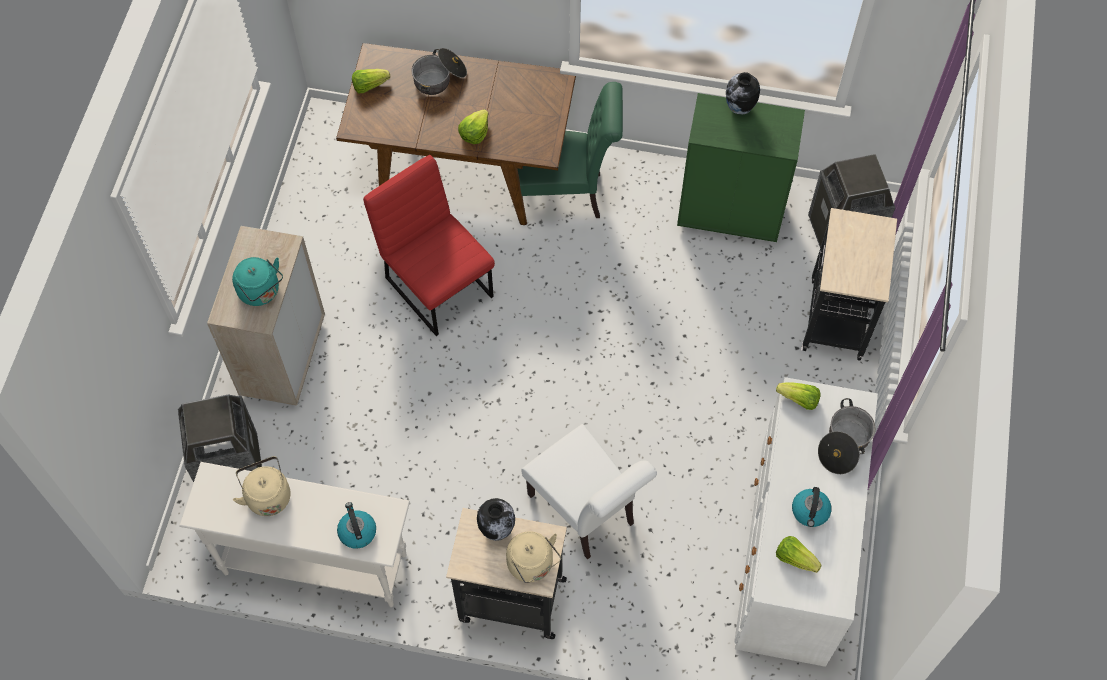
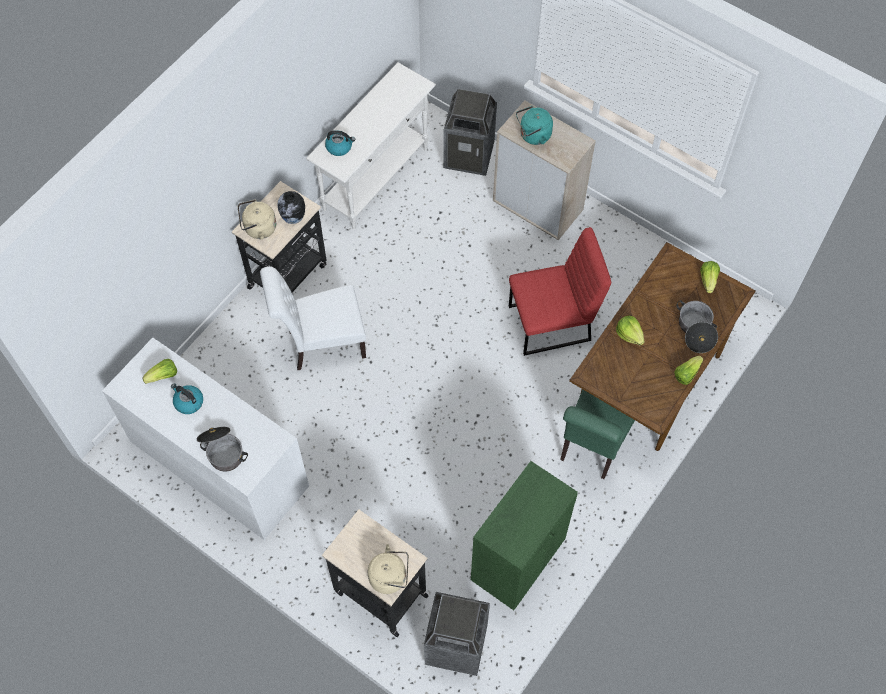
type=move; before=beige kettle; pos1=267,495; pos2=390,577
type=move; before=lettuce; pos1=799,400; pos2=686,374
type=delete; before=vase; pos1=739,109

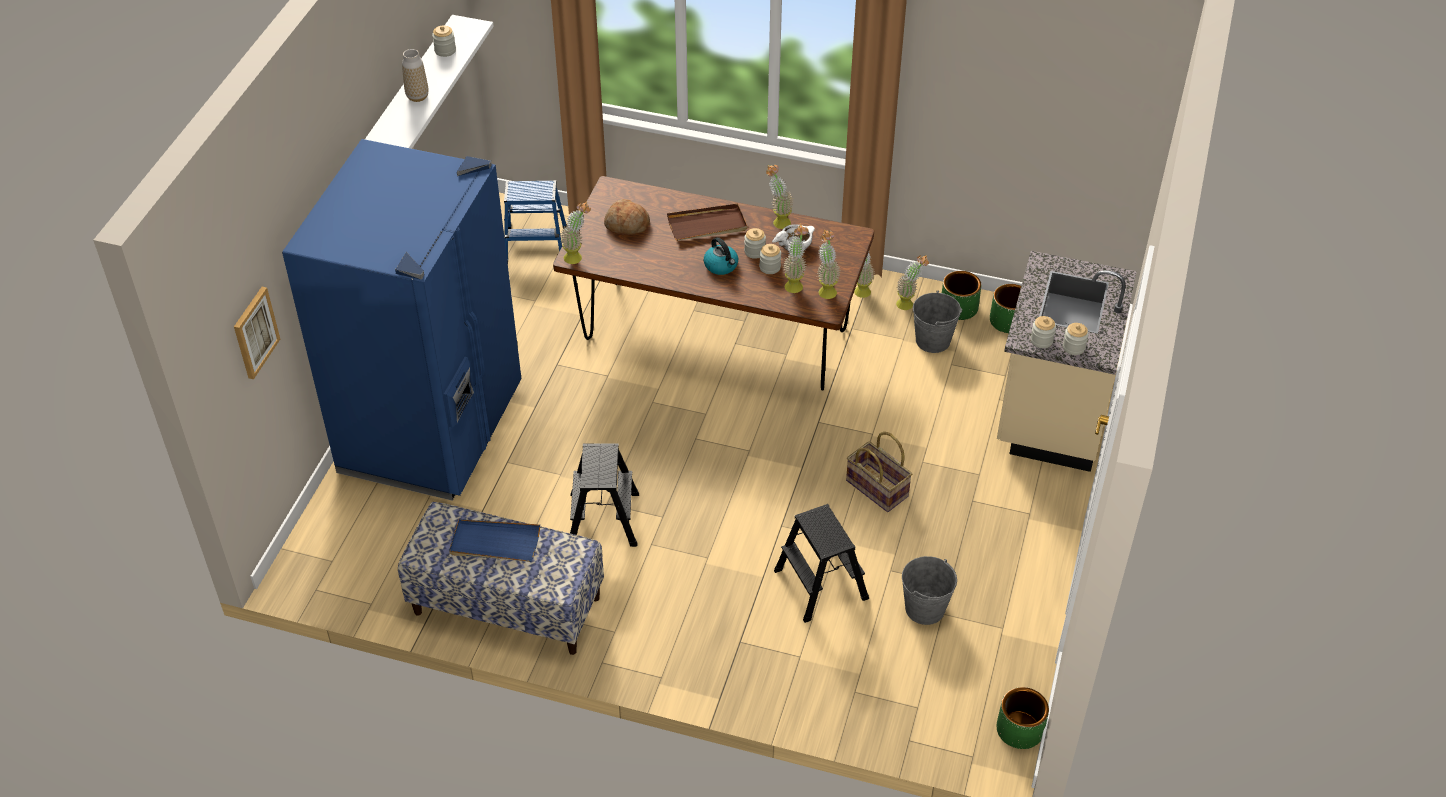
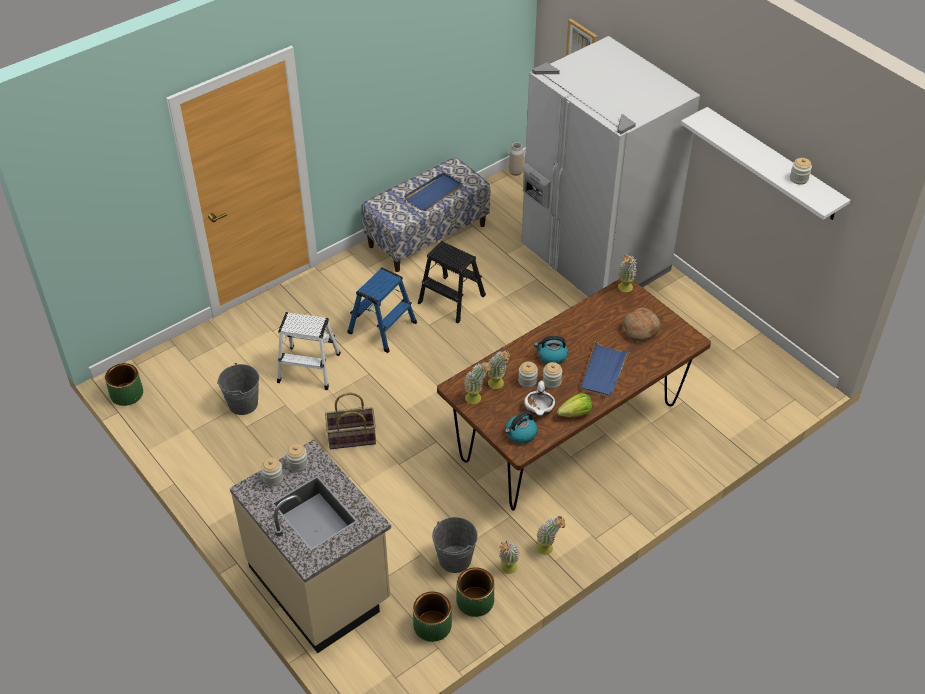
type=recolor; before=black step ladder; after=white step ladder; pos1=821,584; pos2=308,367
type=move; before=blue step ladder; pos1=536,245; pos2=382,327
type=insert; after=kettle; pos2=520,434
type=move; before=vase; pos1=417,97; pos2=515,172
type=recolor; before=blue fridge; after=white fridge; pos1=433,428; pos2=594,259
type=replace; before=potted plant; after=lettuce; pos1=778,221; pos2=575,414
type=recolor; before=brown tray; after=blue tray; pos1=707,225; pos2=603,371

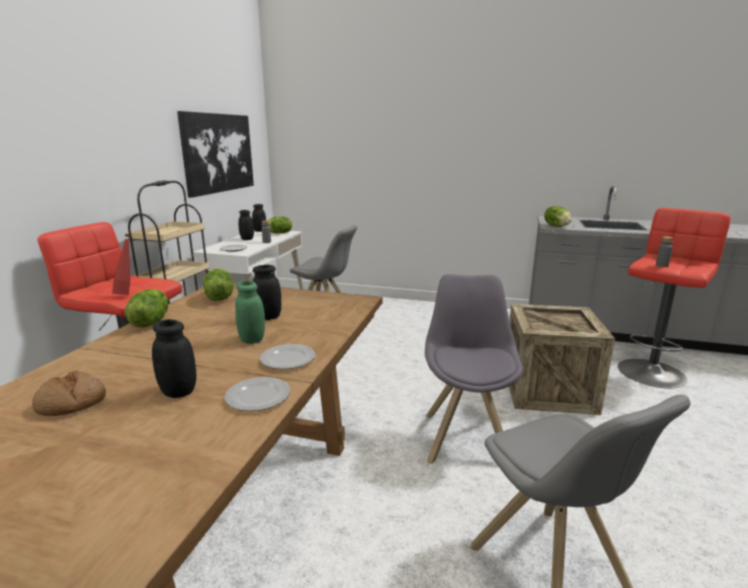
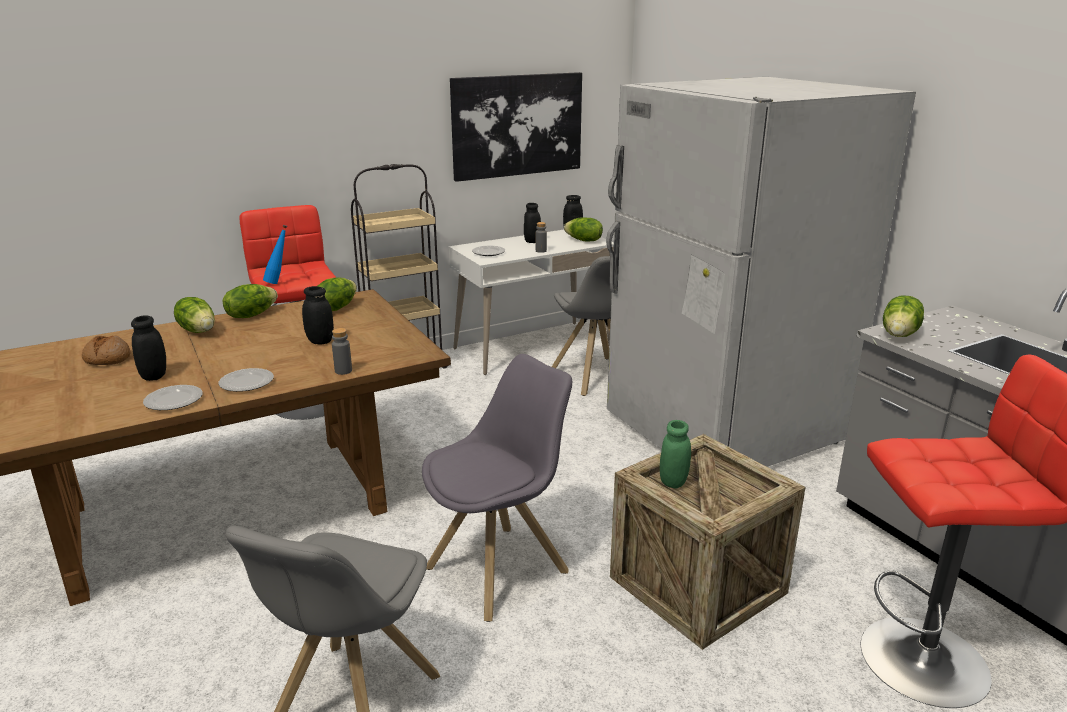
type=insert; after=lettuce; pos2=199,330
type=recolor; before=red bottle; after=blue bottle; pos1=127,294; pos2=279,282
type=move; before=grey bottle; pos1=662,265; pos2=343,371
type=insert; after=white fridge; pos2=724,428
type=move; before=green jar; pos1=252,339; pos2=673,482

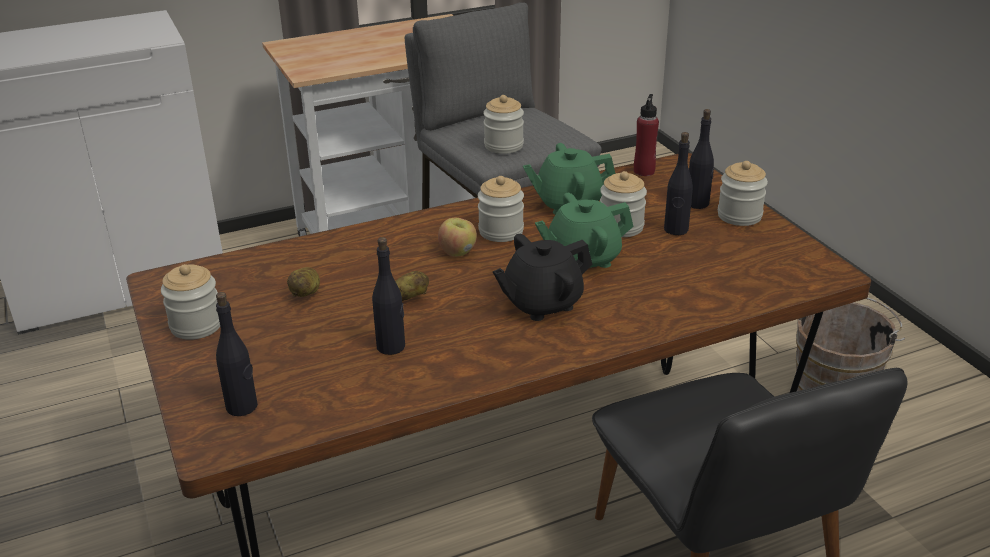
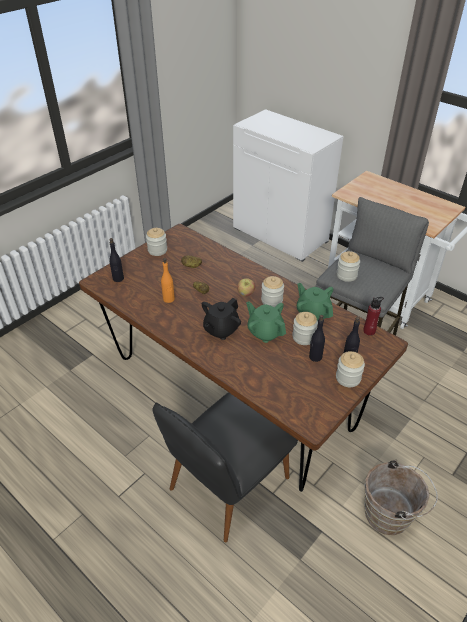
type=recolor; before=black bottle; after=orange bottle; pos1=391,346; pos2=168,299
type=rotate; before=black teapot; pos1=542,303; pos2=221,330; turn=-90

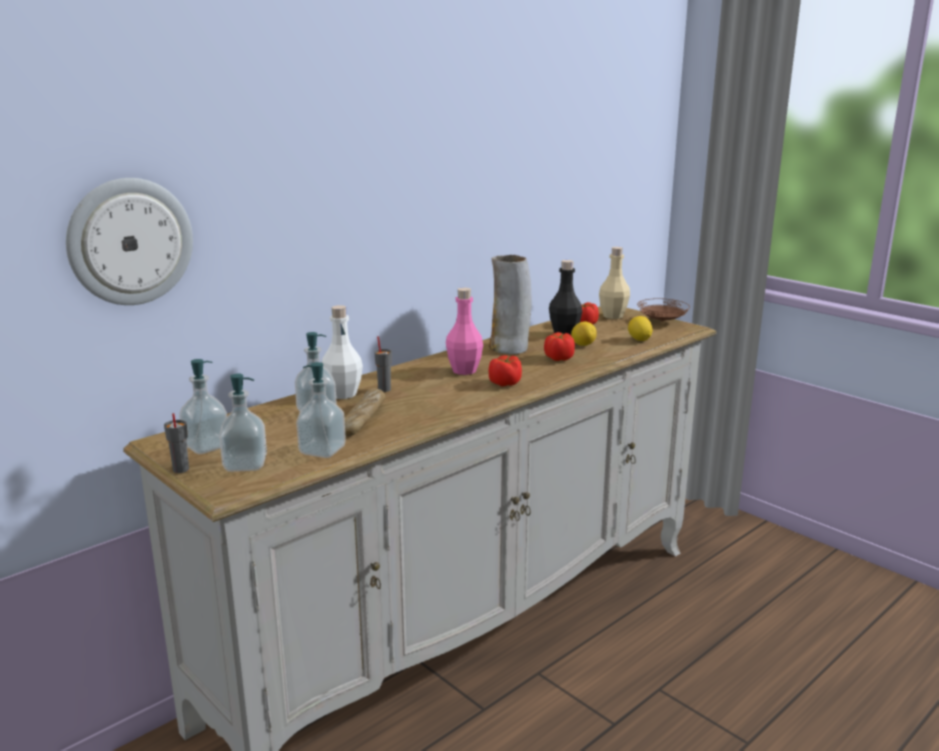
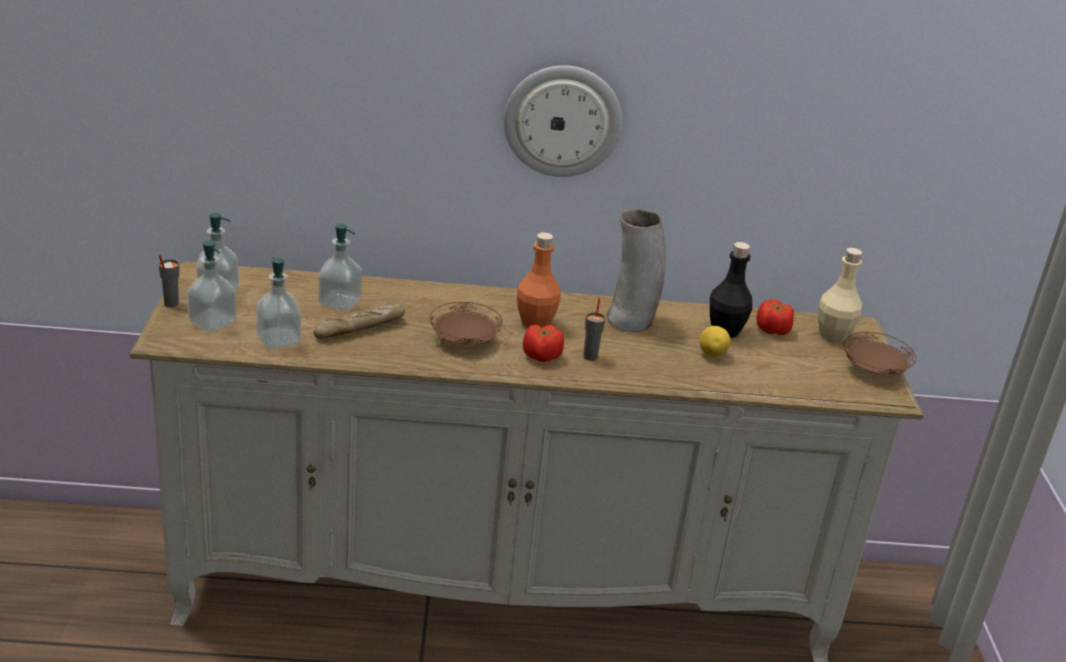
type=insert; after=brown plate; pos2=464,340
type=move; before=wall clock; pos1=130,242; pos2=562,120
type=recolor; before=pink bottle; after=orange bottle; pos1=464,370; pos2=535,323
type=move; before=grey cup; pos1=384,389; pos2=590,356
type=delete; before=white bottle; pos1=343,394
type=delete; before=tomato; pos1=559,358
type=delete; before=lemon; pos1=639,340

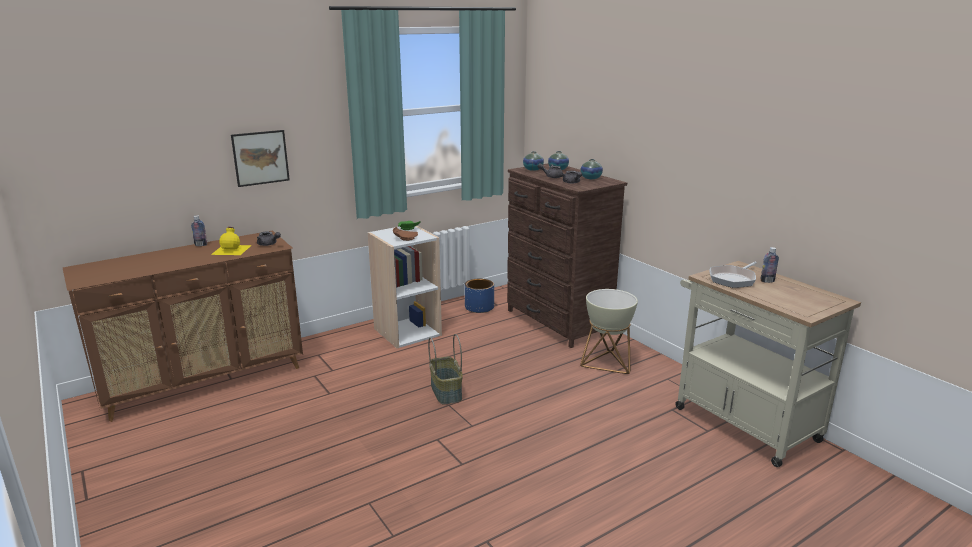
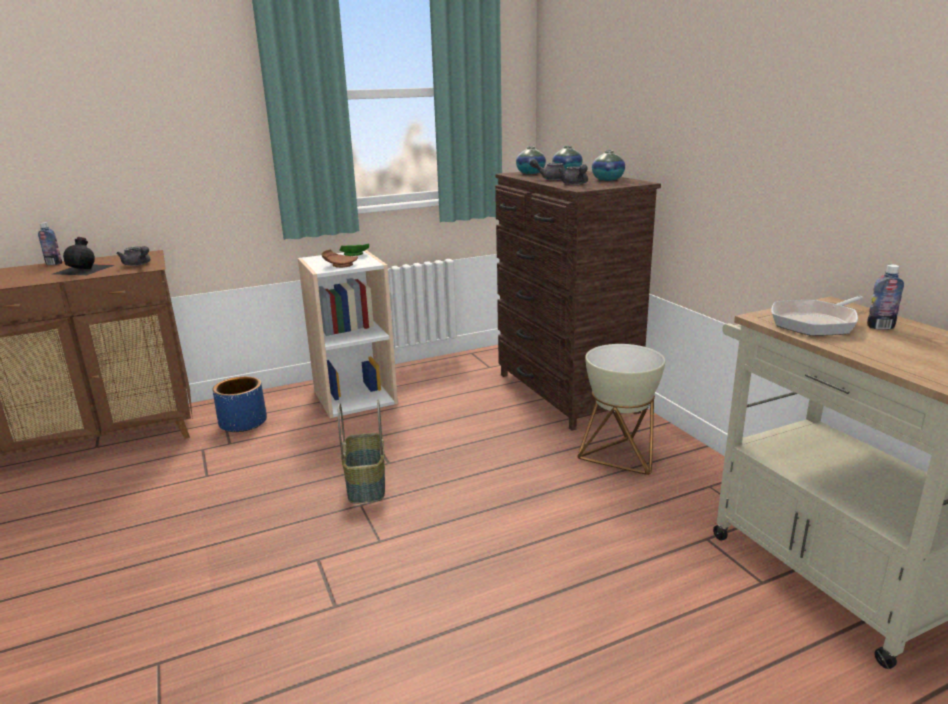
type=recolor; before=yellow bottle; after=black bottle; pos1=232,249; pos2=84,269
type=move; before=blue planter; pos1=479,307; pos2=243,422
type=delete; before=picture; pos1=260,158

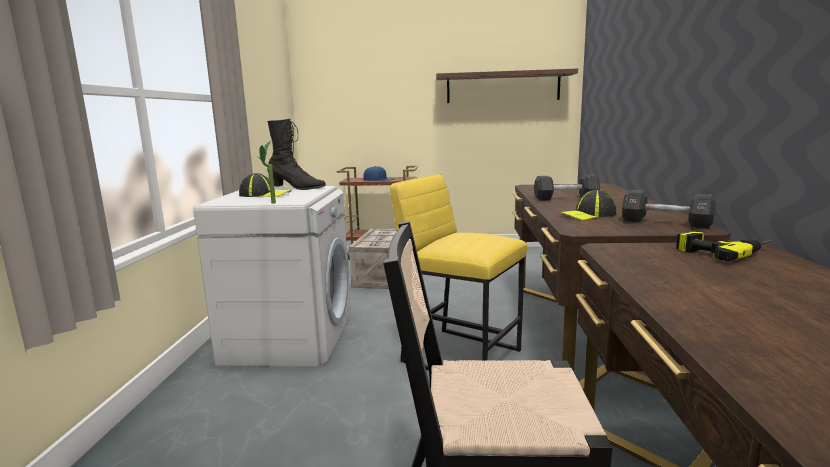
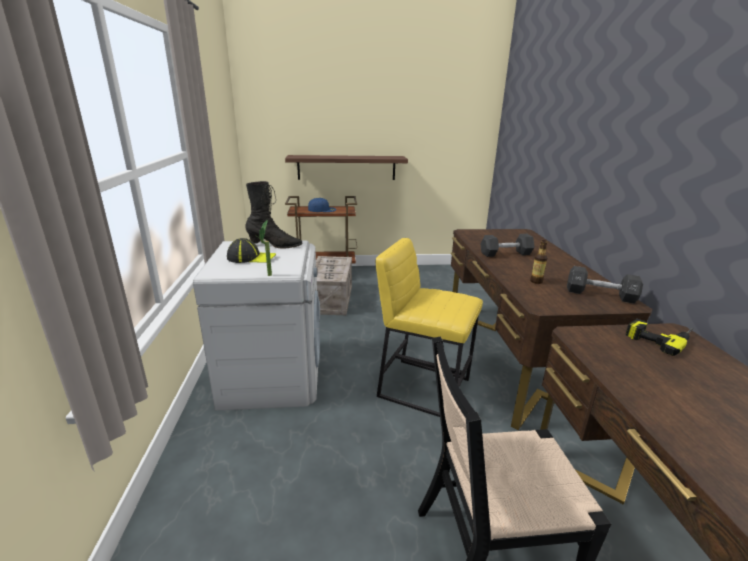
type=move; before=shelf; pos1=503,87; pos2=346,167
type=replace; before=cap; after=bottle; pos1=588,215; pos2=536,281

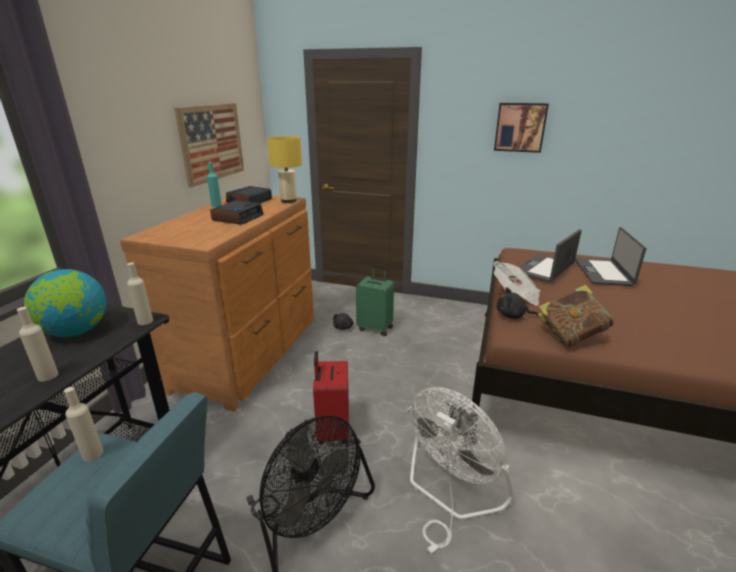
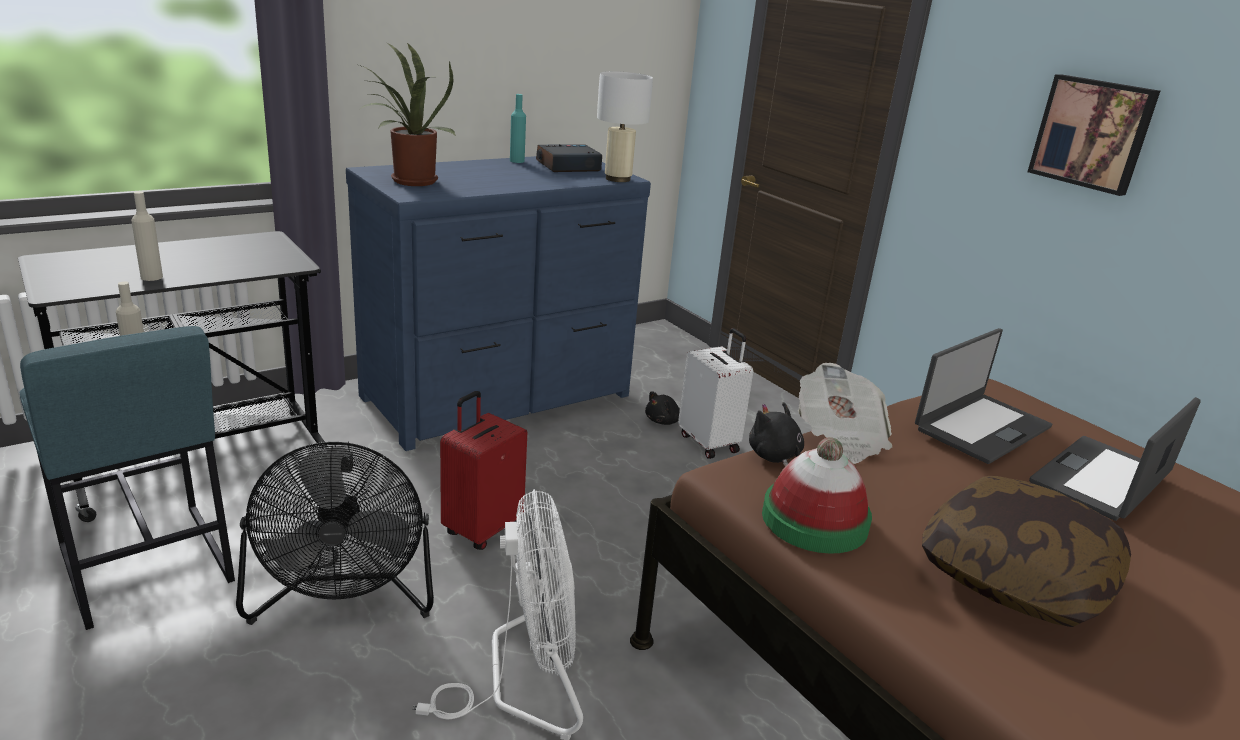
type=recolor; before=brown dresser; after=blue dresser; pos1=249,353; pos2=500,397
type=insert; after=potted plant; pos2=409,181
type=recolor; before=yellow table lamp; after=white table lamp; pos1=289,201; pos2=618,179
type=recolor; before=green suitcase; after=white suitcase; pos1=375,328; pos2=710,442
type=replace; before=book; after=hat; pos1=570,336; pos2=814,520
type=rotate; before=laptop; pos1=545,269; pos2=981,427; turn=150
type=insert; after=pillow; pos2=1016,575
type=delete; before=globe; pos1=76,332
type=delete; before=beige bottle; pos1=145,321
type=delete; before=picture; pos1=212,142
type=delete; before=alarm clock; pos1=238,217

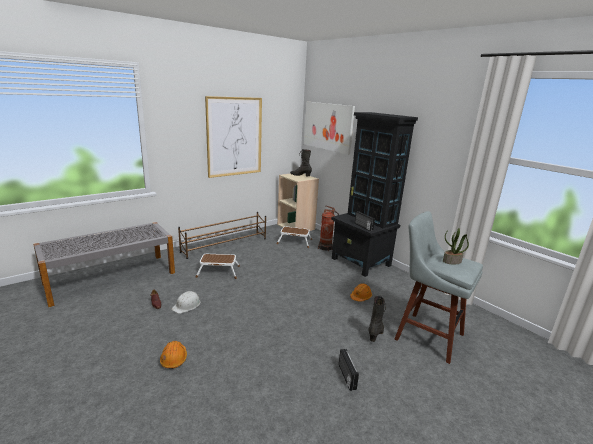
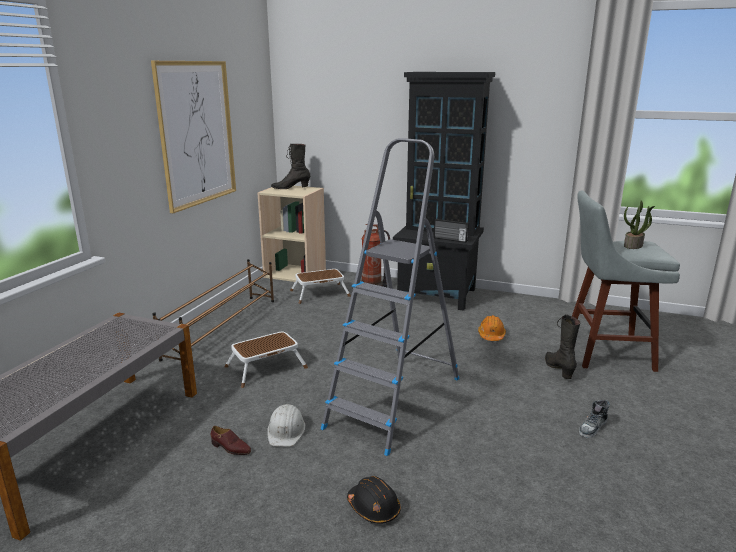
type=insert; after=grey step ladder; pos2=395,402
type=recolor; before=orange hard hat; after=black hard hat; pos1=174,359; pos2=373,508
type=replace; before=radio; after=shoe; pos1=346,376; pos2=593,428
type=delete; before=picture; pos1=328,126

